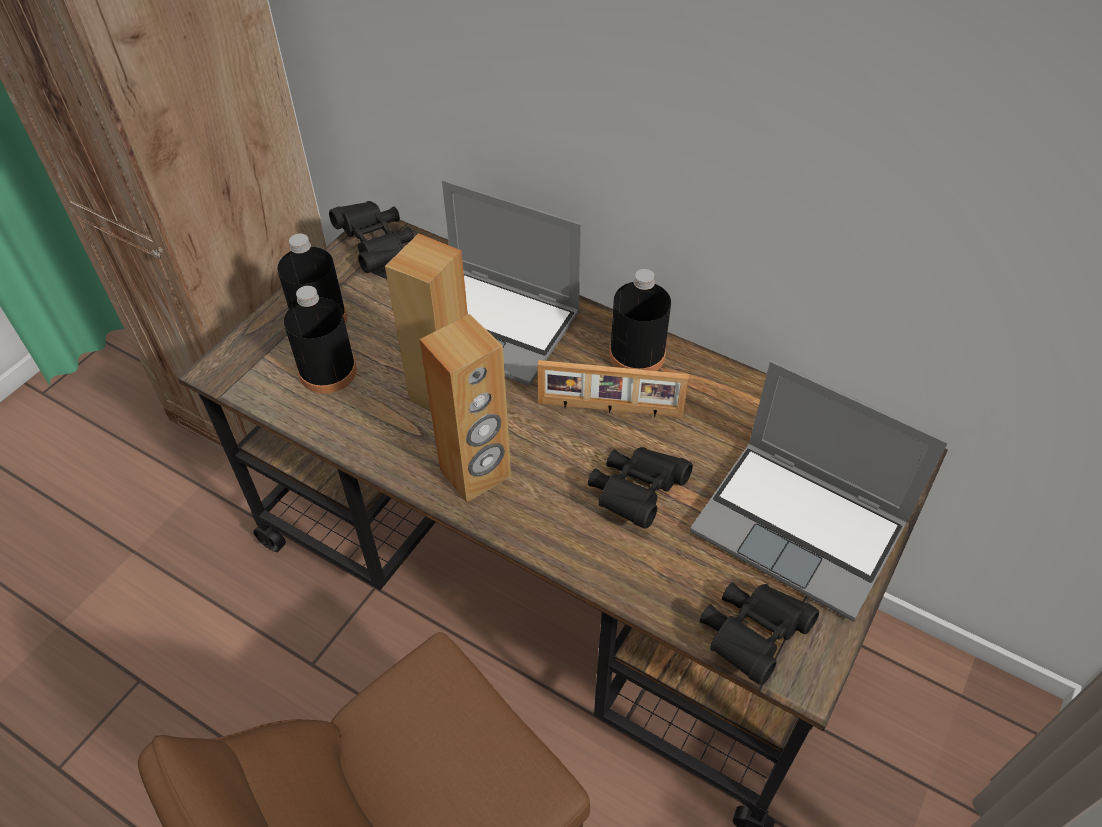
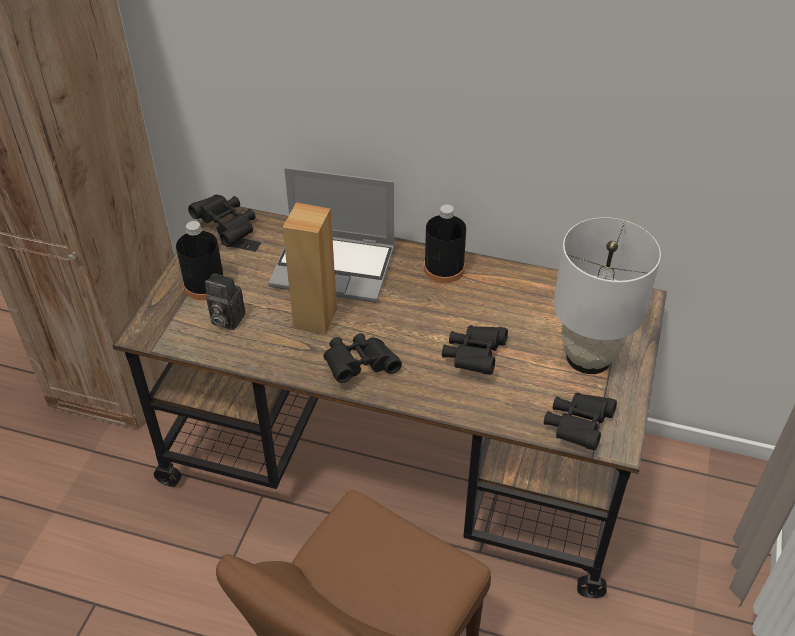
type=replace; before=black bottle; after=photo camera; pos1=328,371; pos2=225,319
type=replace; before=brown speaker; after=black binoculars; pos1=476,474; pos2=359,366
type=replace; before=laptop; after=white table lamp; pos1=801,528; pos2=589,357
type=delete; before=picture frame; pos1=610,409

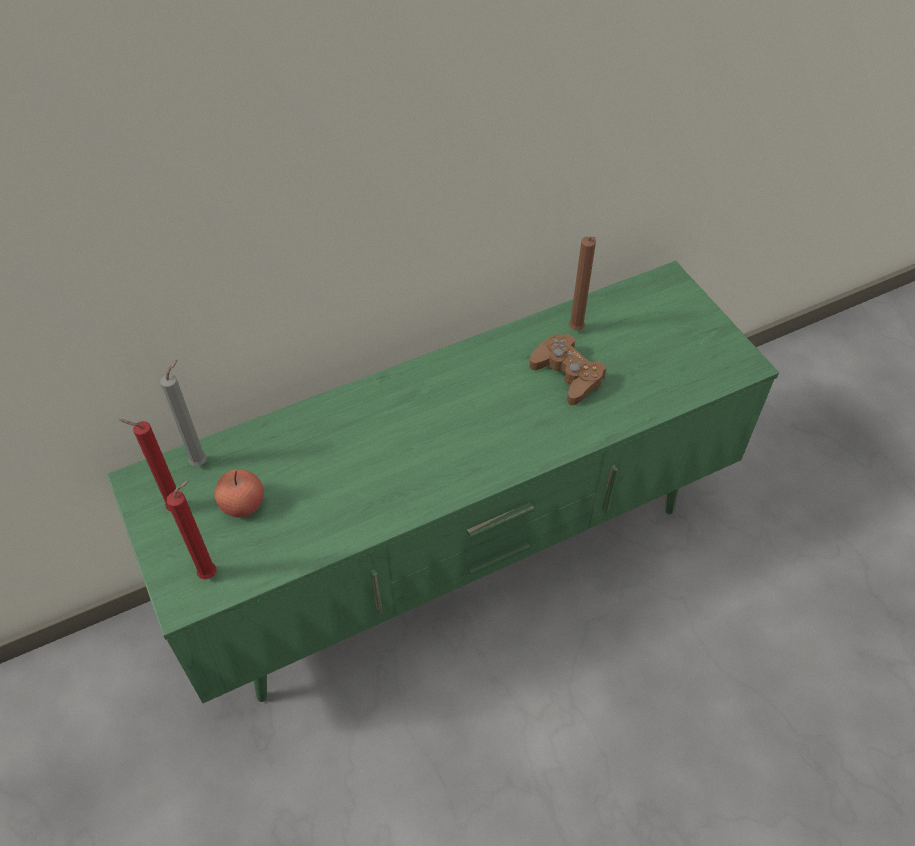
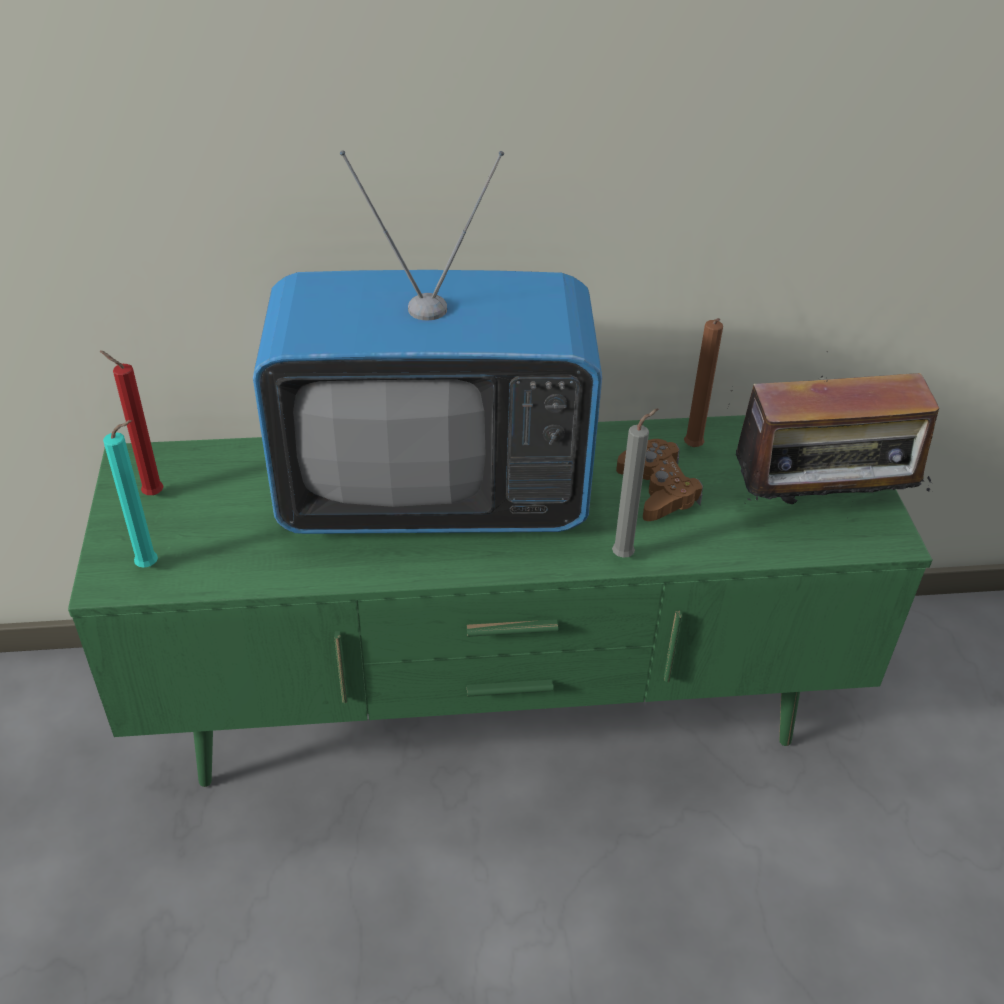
type=recolor; before=red candle; after=turquoise candle; pos1=211,573; pos2=151,566
type=insert; after=television; pos2=434,495
type=move; before=grey candle; pos1=202,461; pos2=626,555
type=insert; after=radio; pos2=819,510
type=delete; before=apple; pos1=243,504

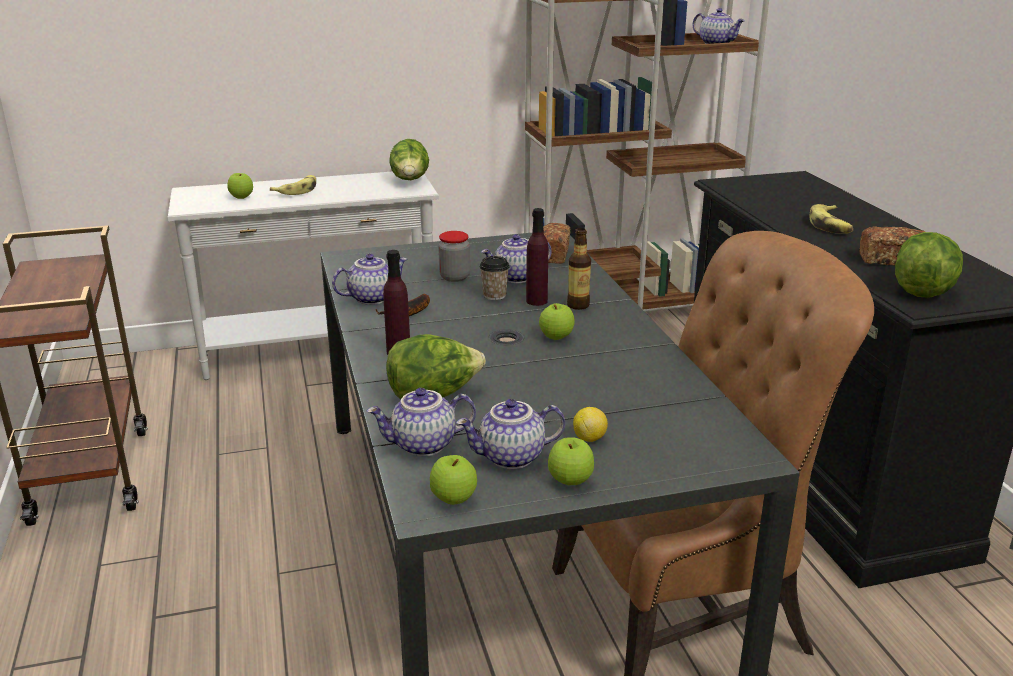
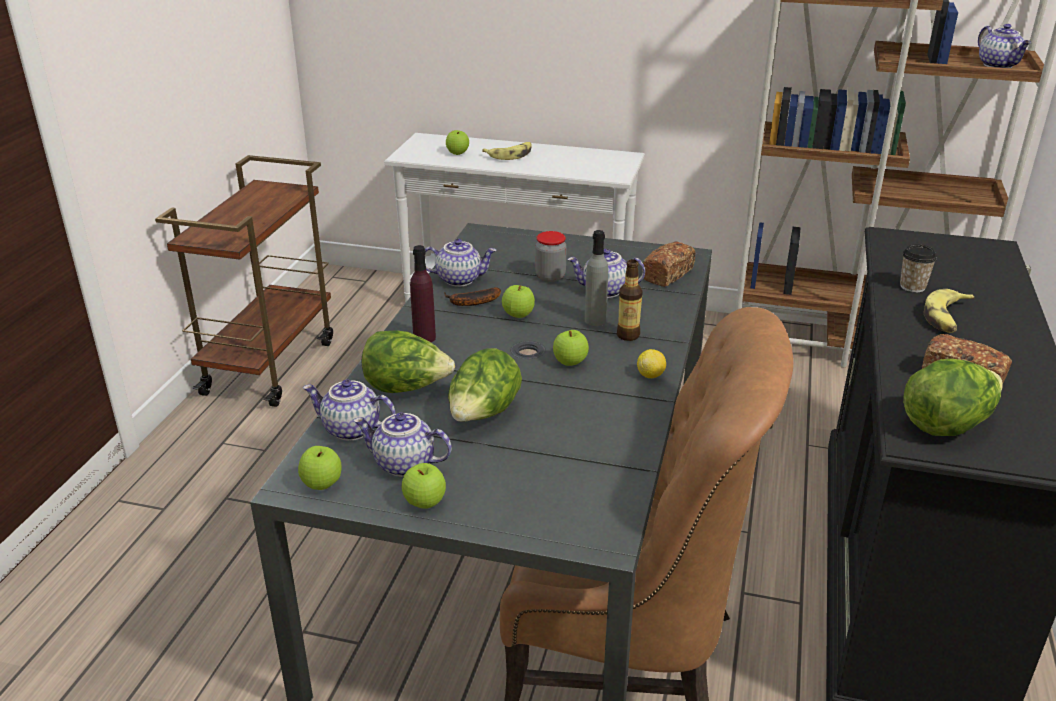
type=move; before=lettuce; pos1=410,181; pos2=483,415
type=insert; after=apple; pos2=518,315
type=recolor; before=purple bottle; after=grey bottle; pos1=536,301; pos2=595,320
type=move; before=lemon; pos1=589,438; pos2=651,375
type=move; before=cup; pos1=494,295; pos2=912,287

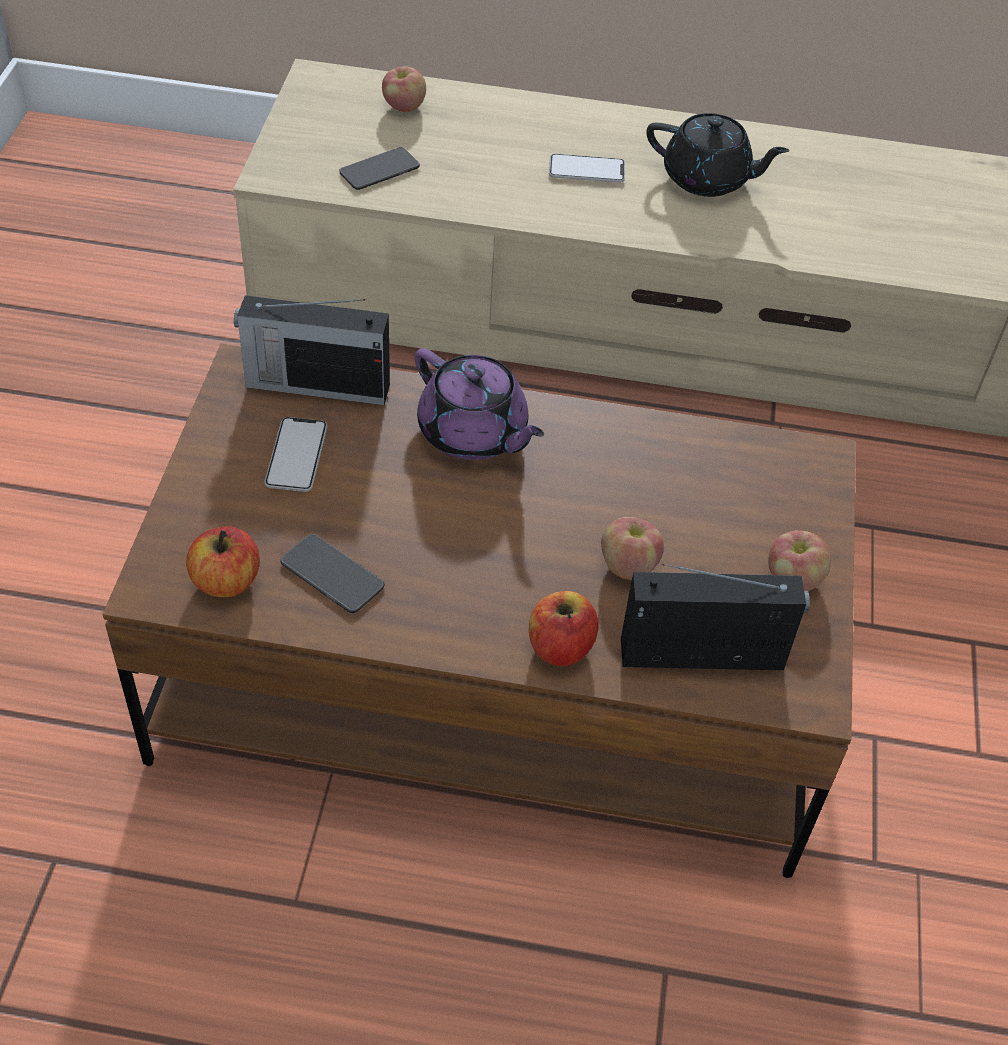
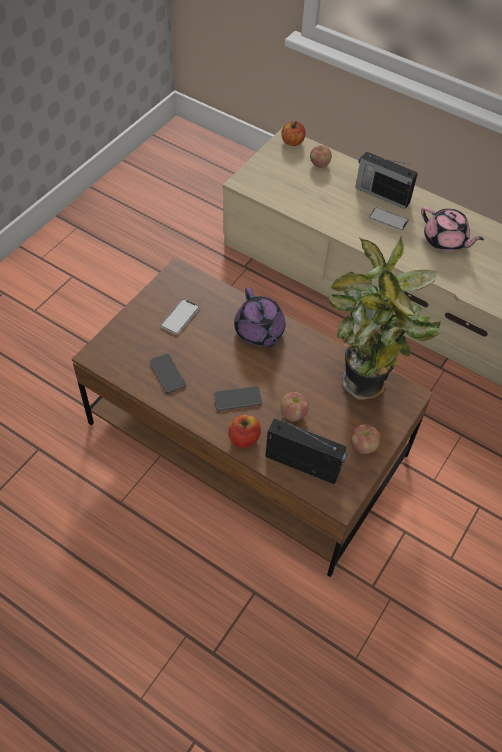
type=move; before=phone; pos1=379,170; pos2=237,399
type=move; before=apple; pos1=226,581; pos2=292,142
type=insert; after=potted plant; pos2=366,388
type=move; before=radio; pos1=315,385; pos2=381,194
type=recolor; before=black teapot; after=pink teapot; pos1=707,179; pos2=445,241

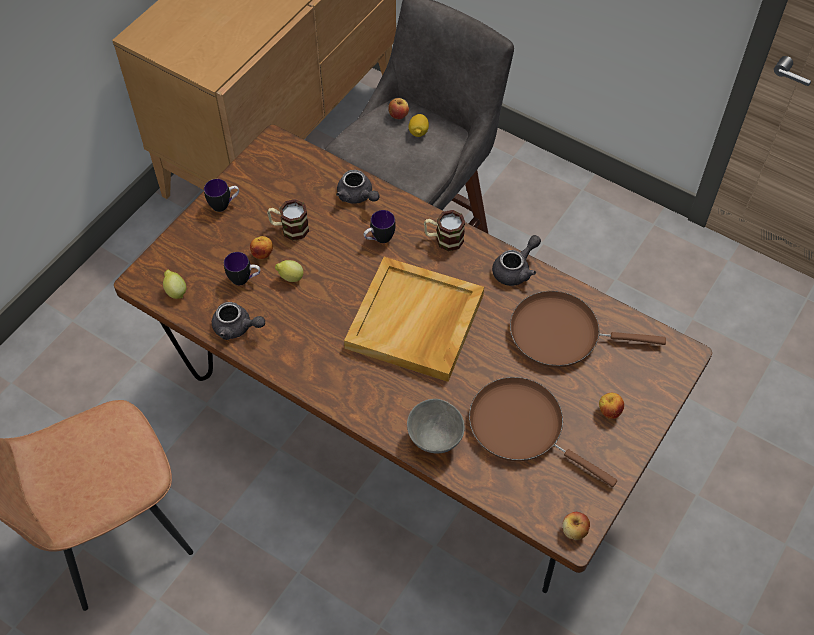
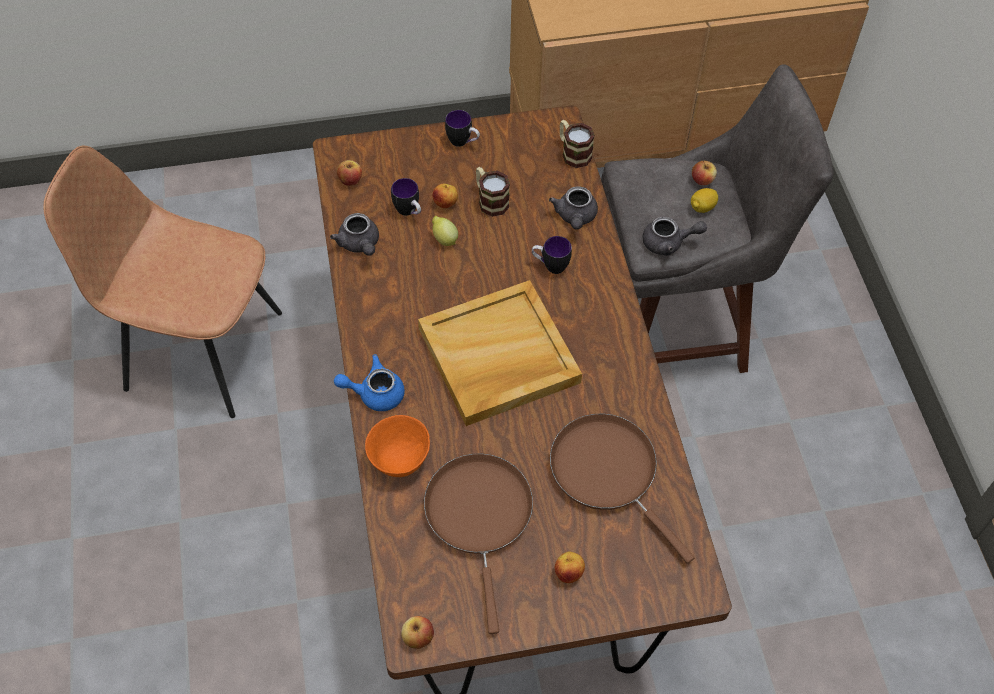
type=insert; after=blue teapot; pos2=374,393
type=replace; before=lemon; after=apple; pos1=176,291; pos2=350,180
type=recolor; before=grey bowl; after=orange bowl; pos1=434,439; pos2=399,460
type=move; before=mug; pos1=443,239; pos2=573,152
type=move; before=grey teapot; pos1=516,270; pos2=668,243

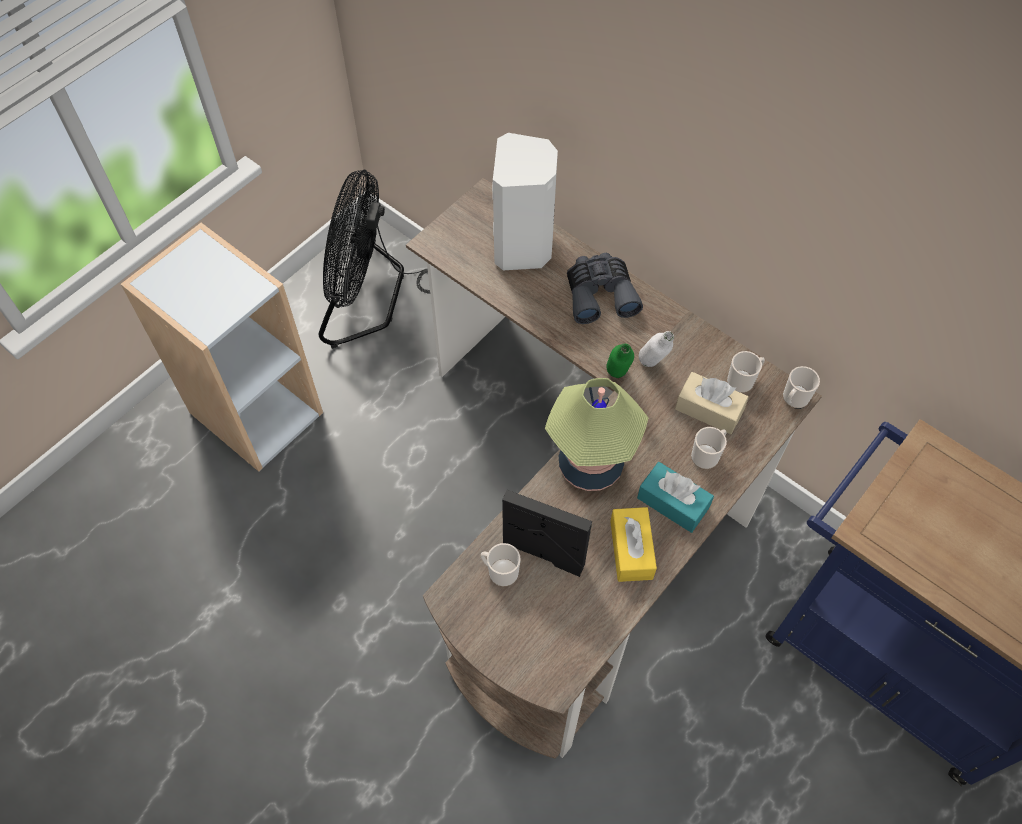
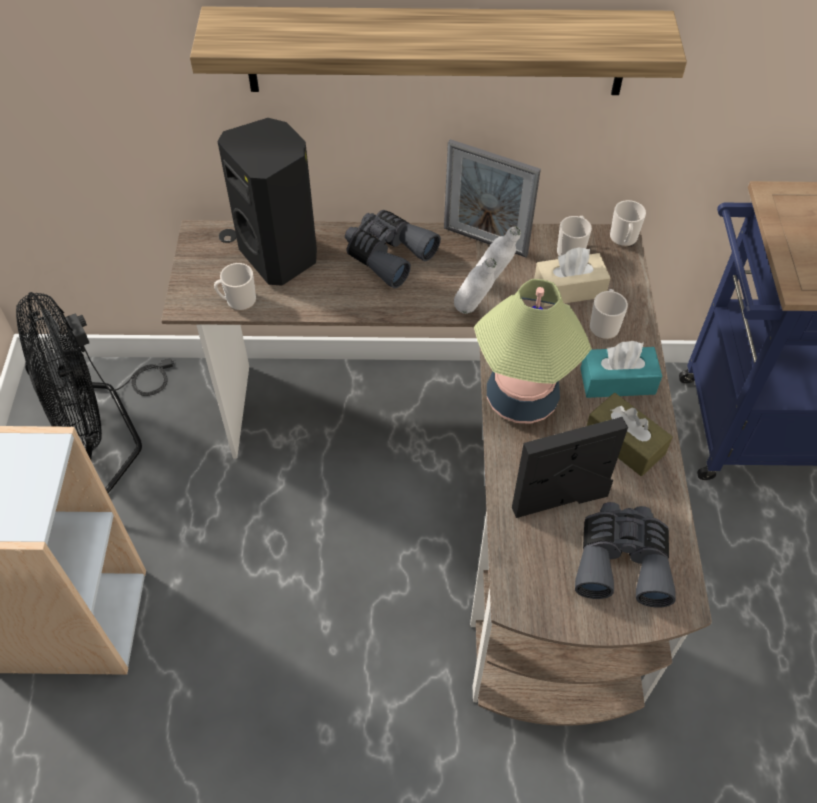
type=insert; after=shelf; pos2=436,51
type=move; before=mug; pos1=500,571; pos2=238,301
type=recolor; before=white speaker; after=black speaker; pos1=524,247; pos2=281,255
type=insert; after=picture frame; pos2=485,241
type=recolor; before=green bottle; after=white bottle; pos1=617,379; pos2=472,314
type=insert; after=grey binoculars; pos2=622,560
type=recolor; before=yellow tissue box; after=brown tissue box; pos1=631,550; pos2=624,442

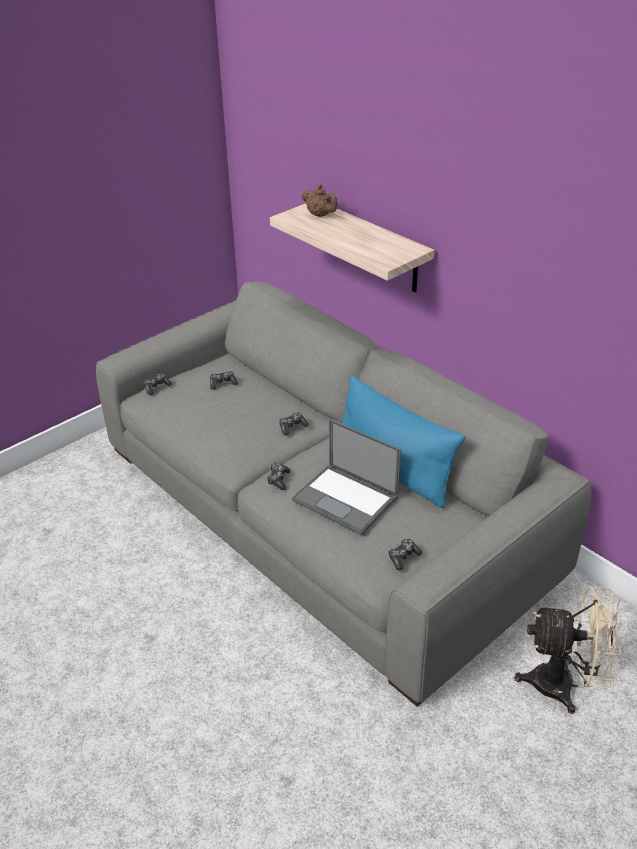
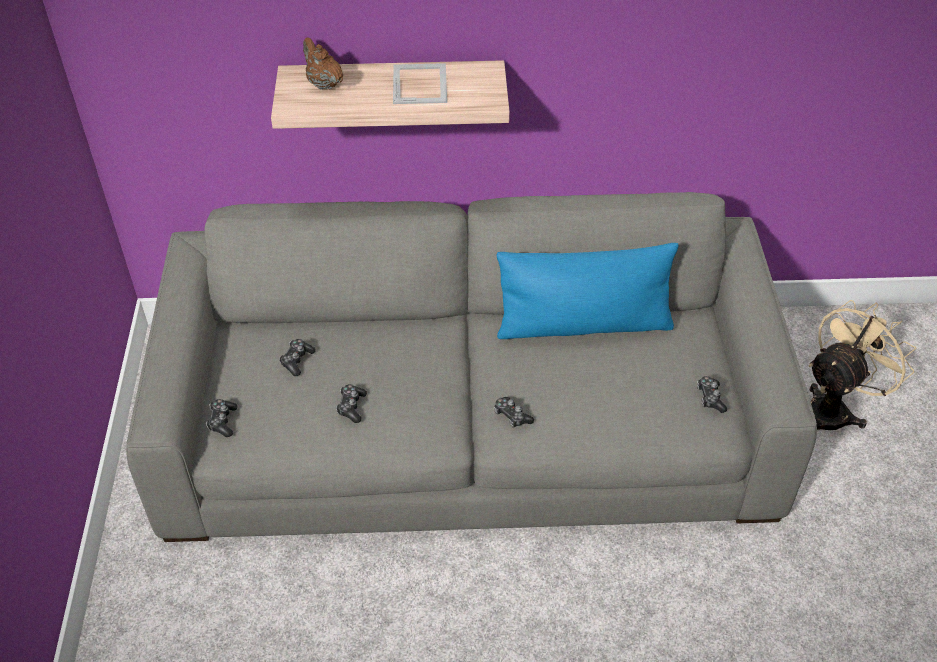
type=rotate; before=brown teapot; pos1=320,215; pos2=323,83; turn=-120
type=move; before=game controller; pos1=292,427; pos2=351,407
type=insert; after=picture frame; pos2=420,83
type=delete; before=laptop; pos1=346,499

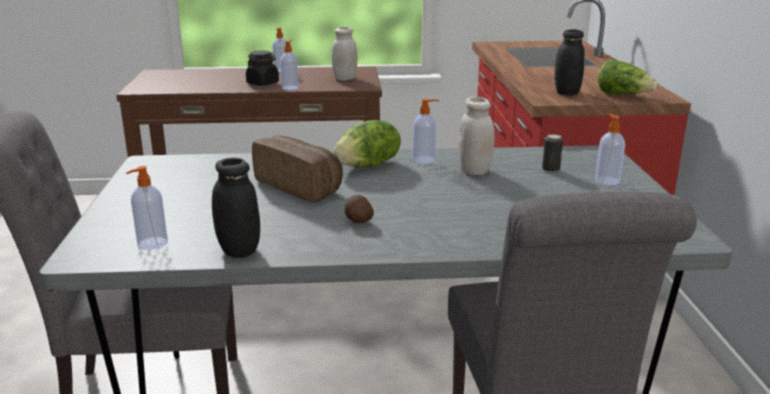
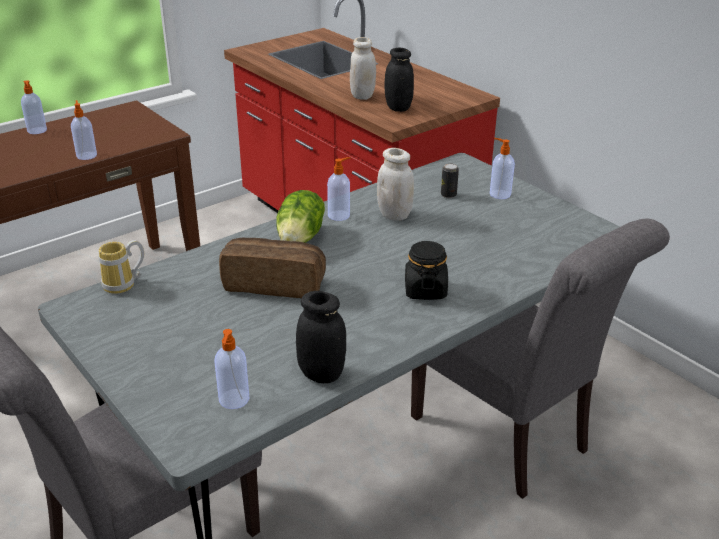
type=insert; after=mug; pos2=124,285
type=move; before=white jar; pos1=345,78; pos2=362,96
type=move; before=black jar; pos1=263,83; pos2=425,290
type=delete; before=potato; pos1=357,221
type=delete; before=lettuce; pos1=623,95

